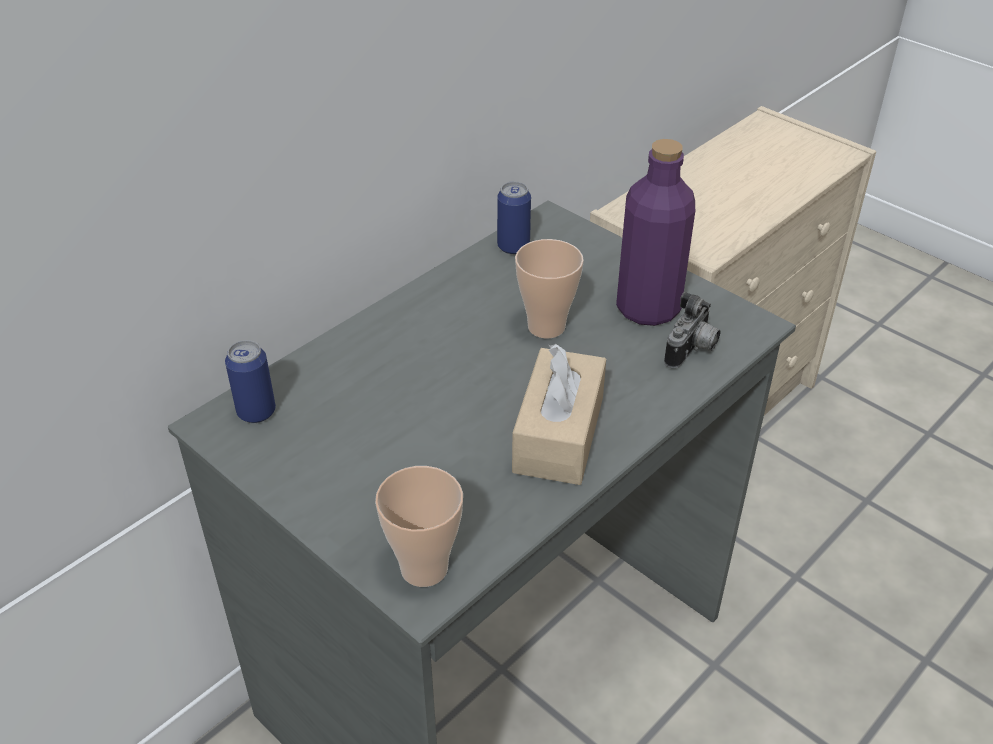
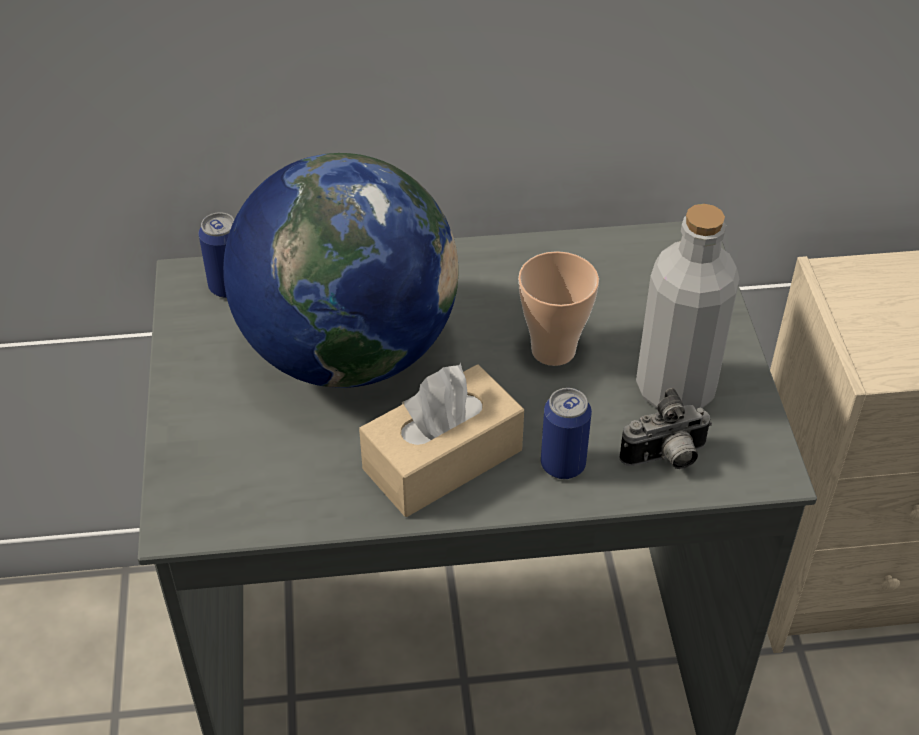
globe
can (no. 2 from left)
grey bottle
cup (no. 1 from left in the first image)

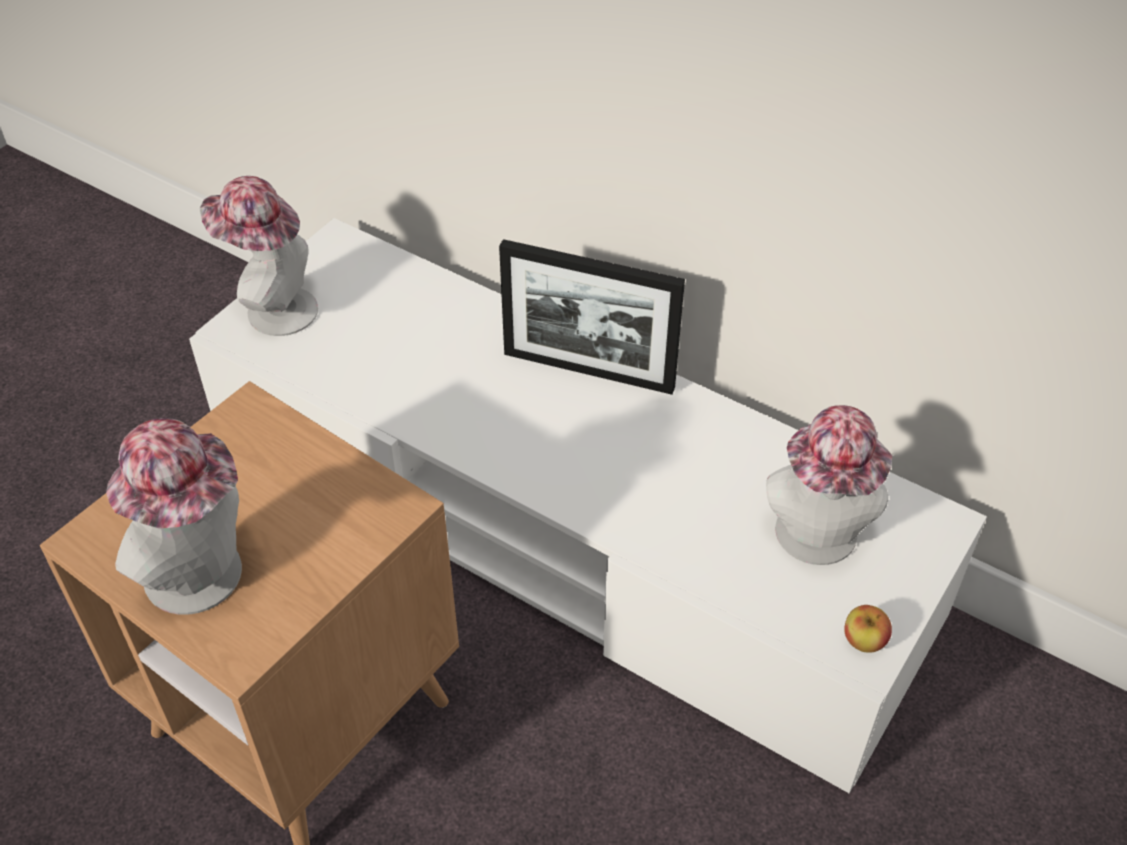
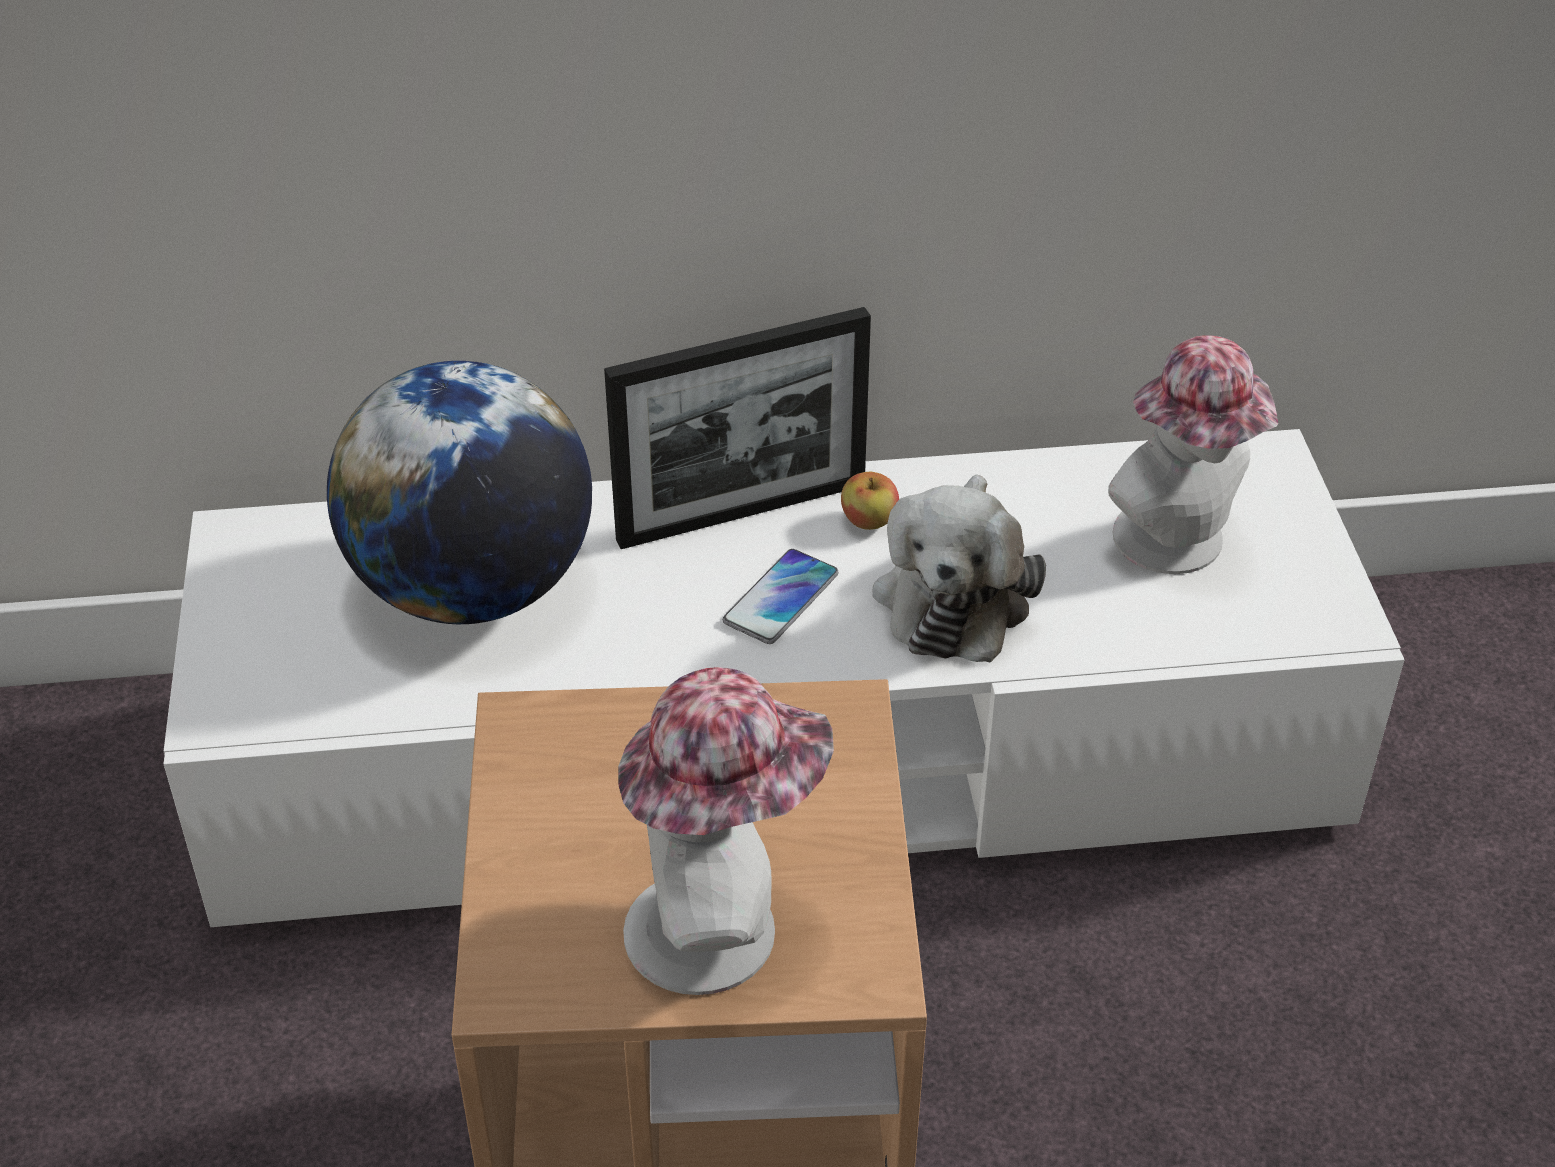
globe
phone
apple
plush toy
hat (no. 2 from left in the first image)

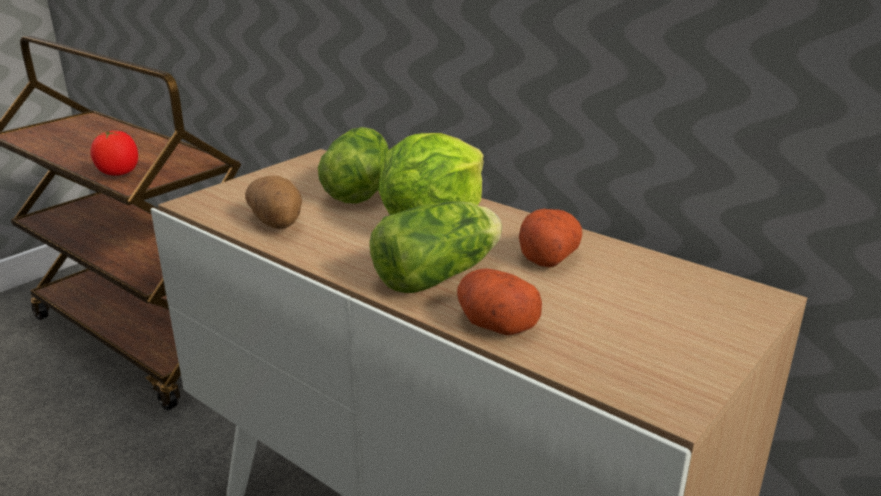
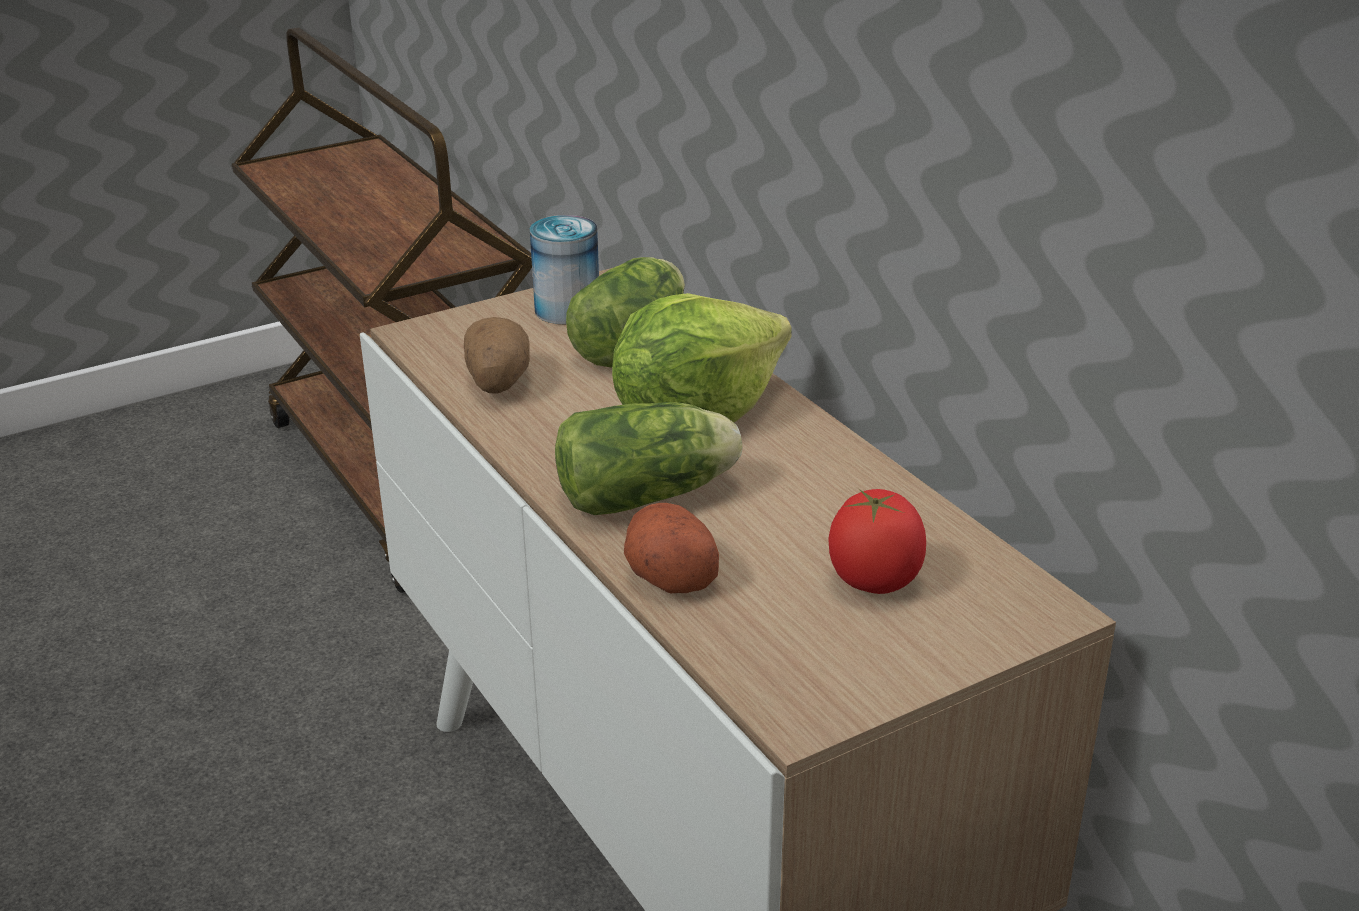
can
tomato
potato (no. 3 from left in the first image)

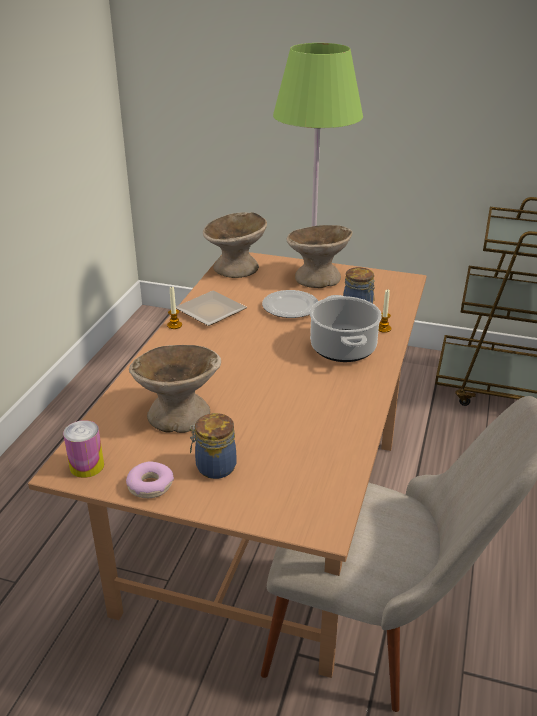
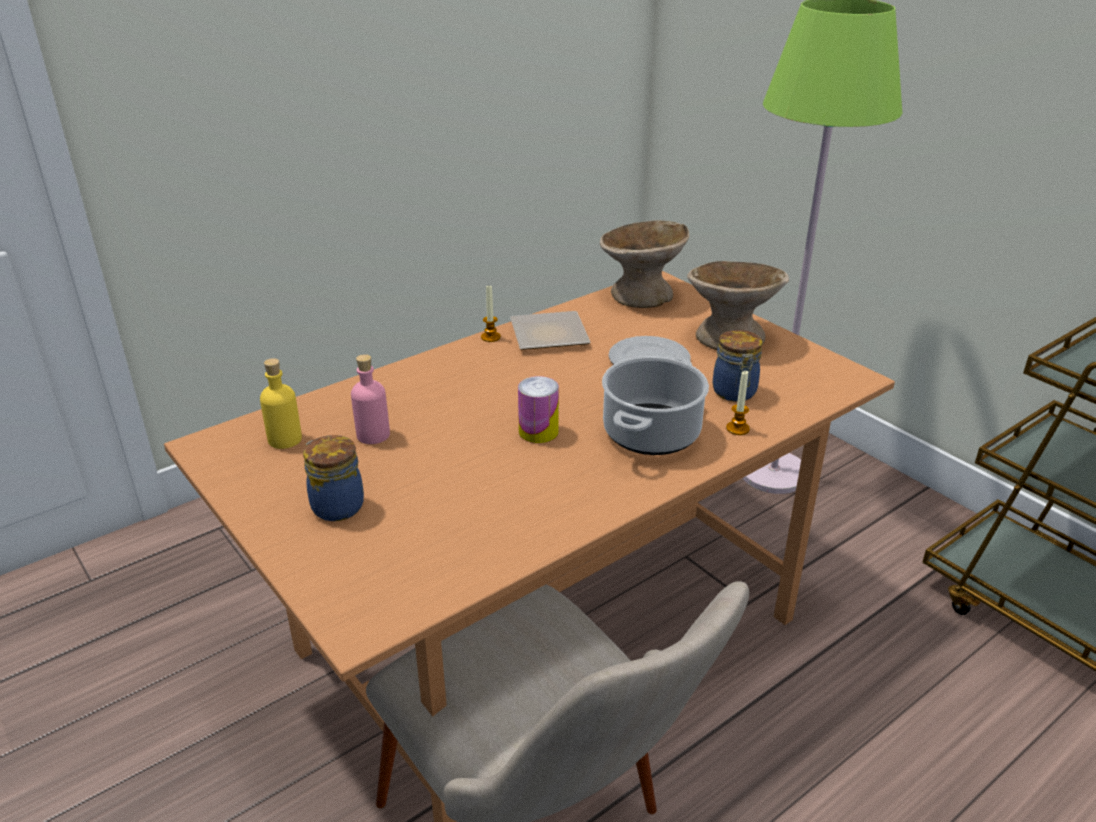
yellow bottle
pink bottle
can
donut

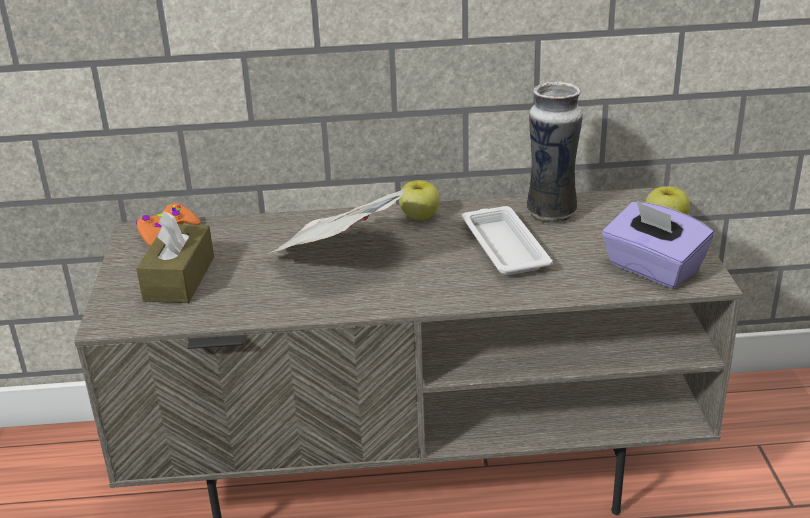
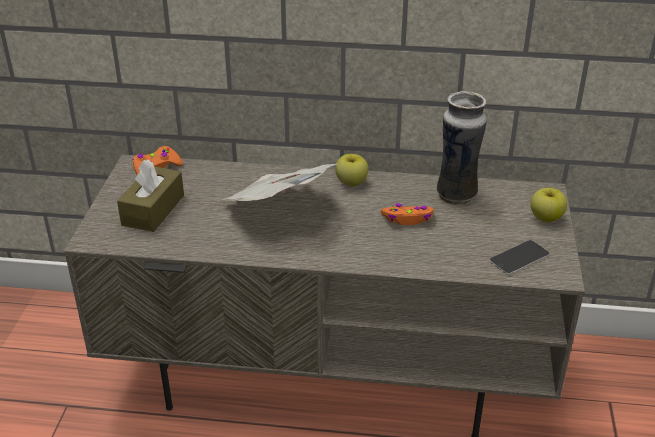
orange game controller (no. 2 from left)
phone

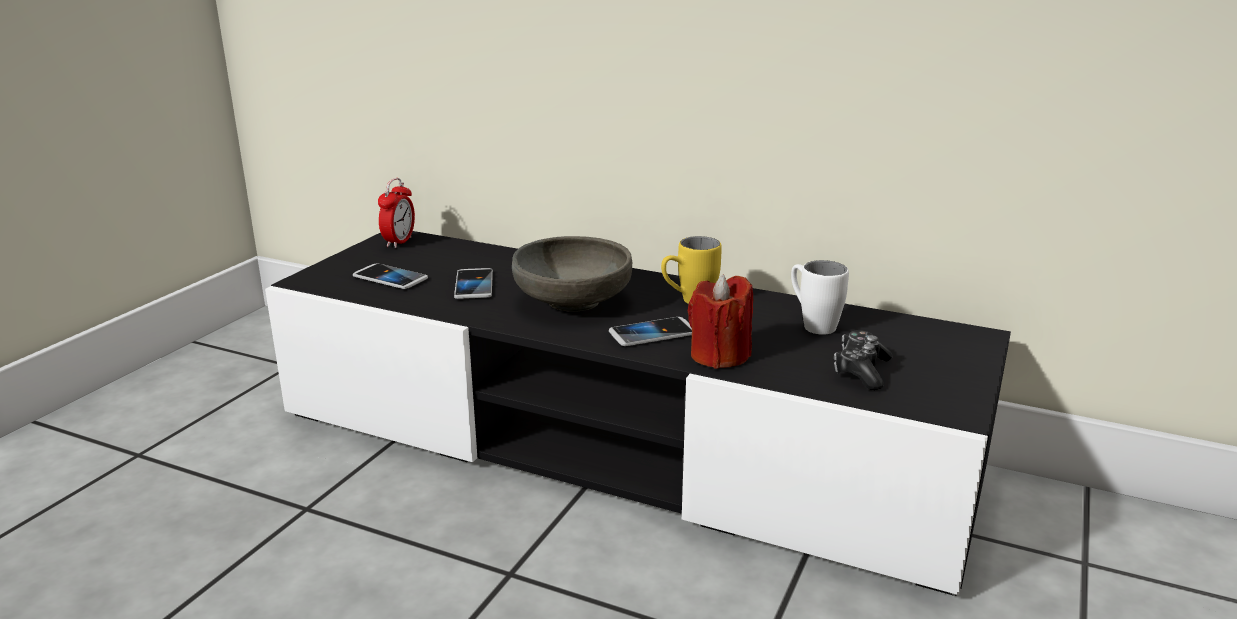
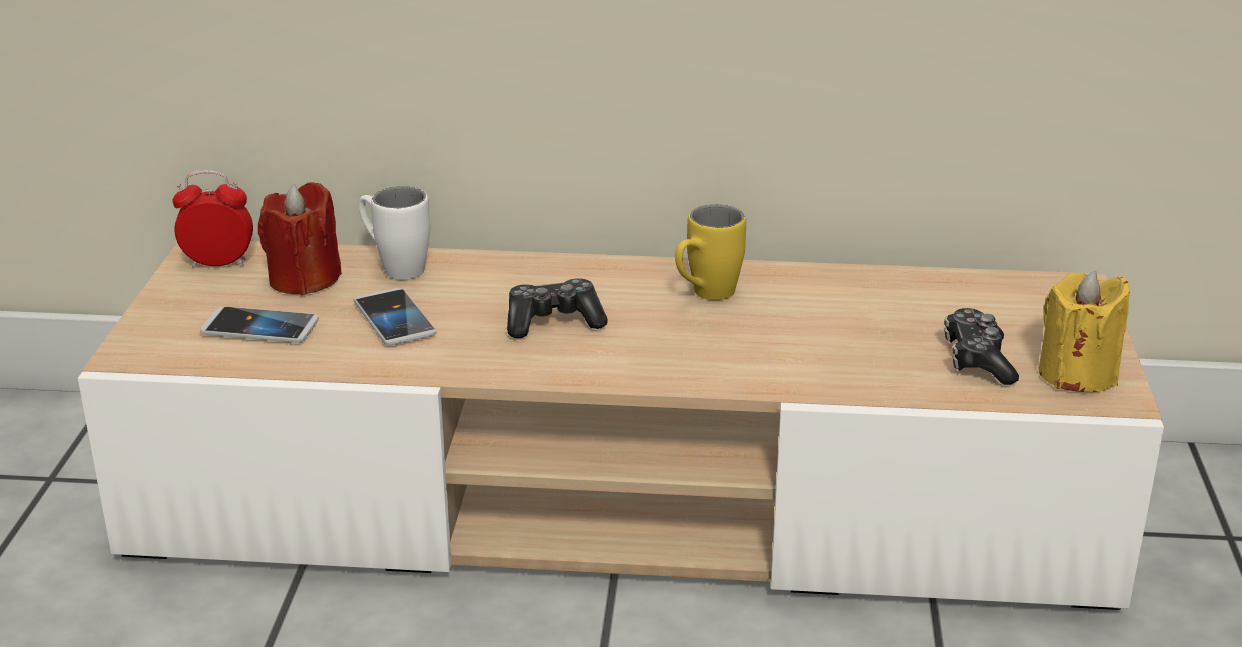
beige tv stand
alarm clock
red candle
white mug
game controller (no. 1 from left)
yellow candle
phone (no. 3 from left in the first image)

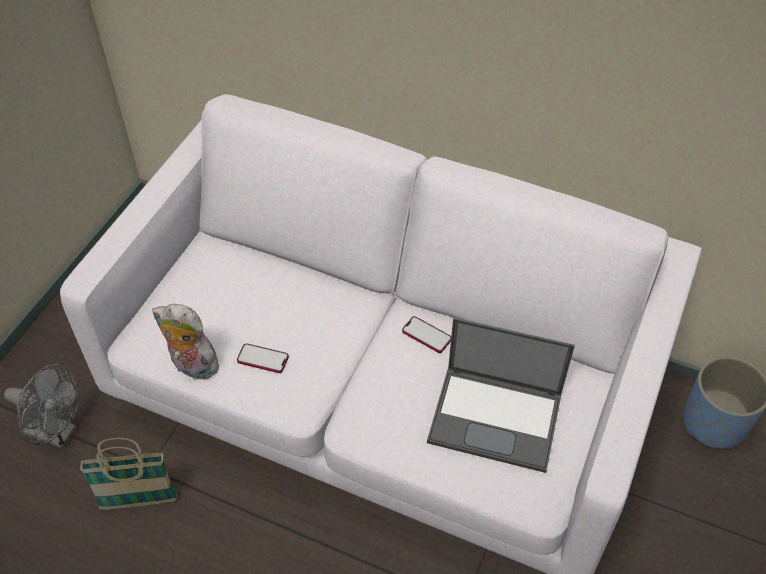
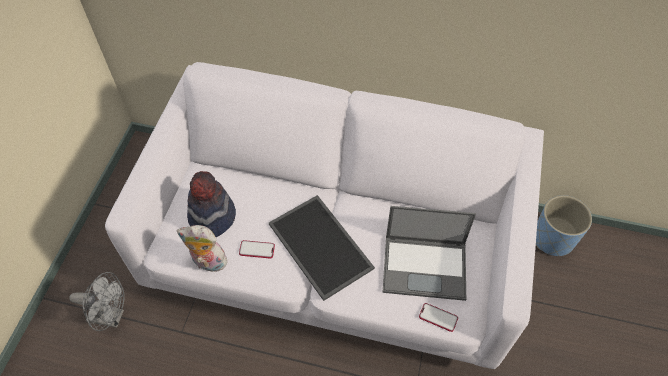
hat
tray
phone (no. 2 from left)
basket

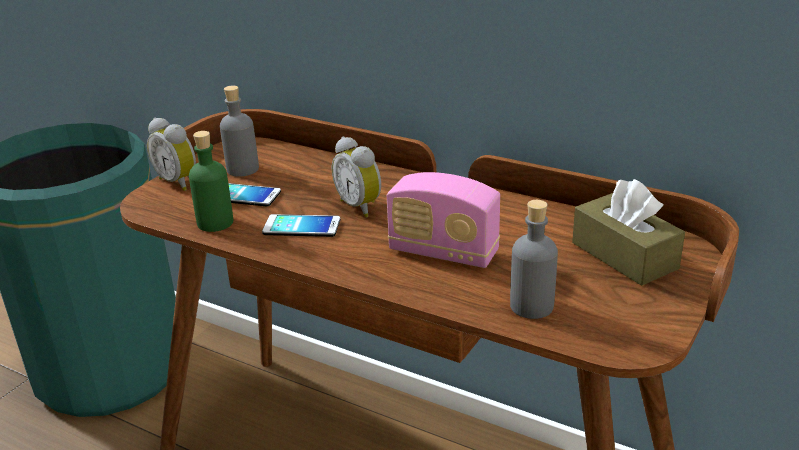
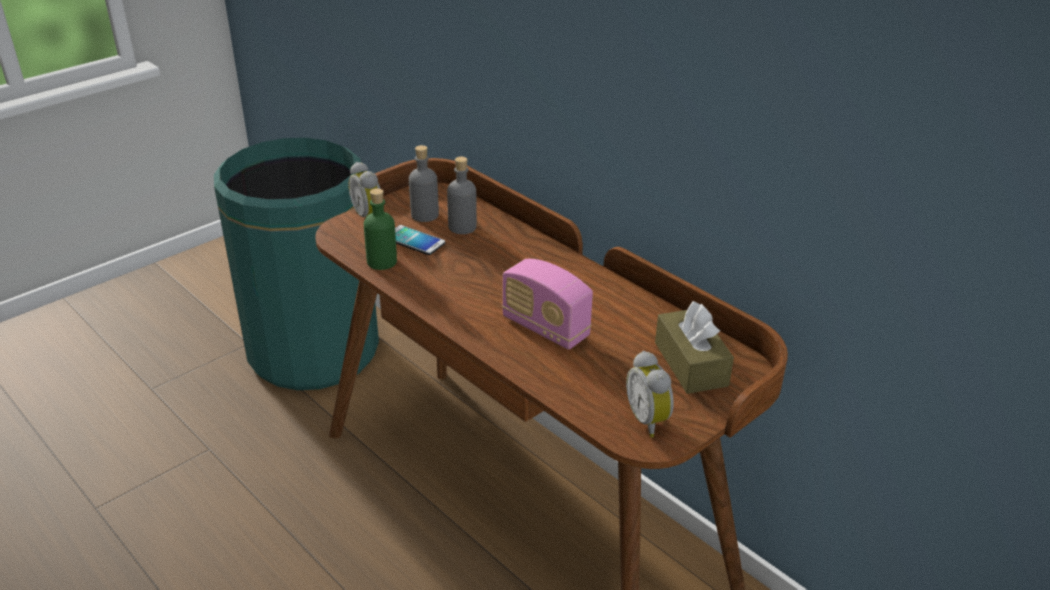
grey bottle (no. 2 from left)
alarm clock (no. 2 from left)
phone (no. 2 from left in the first image)

